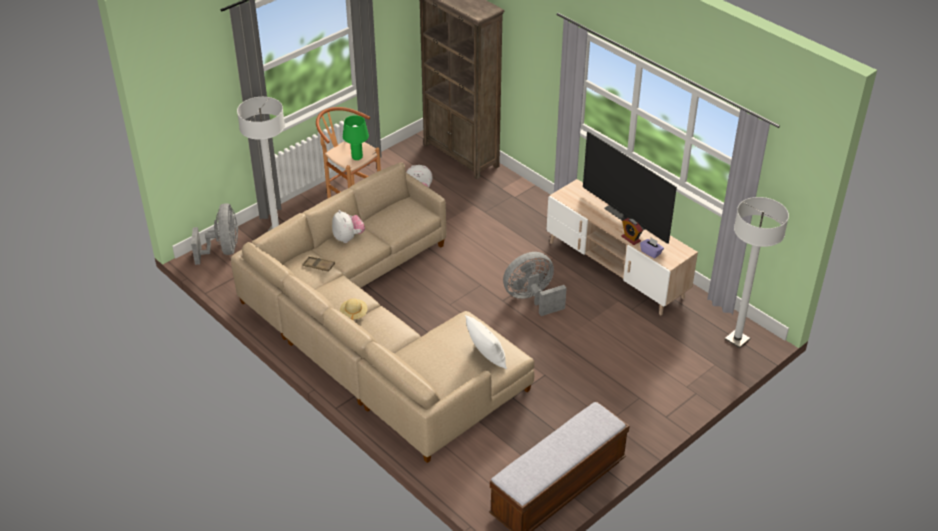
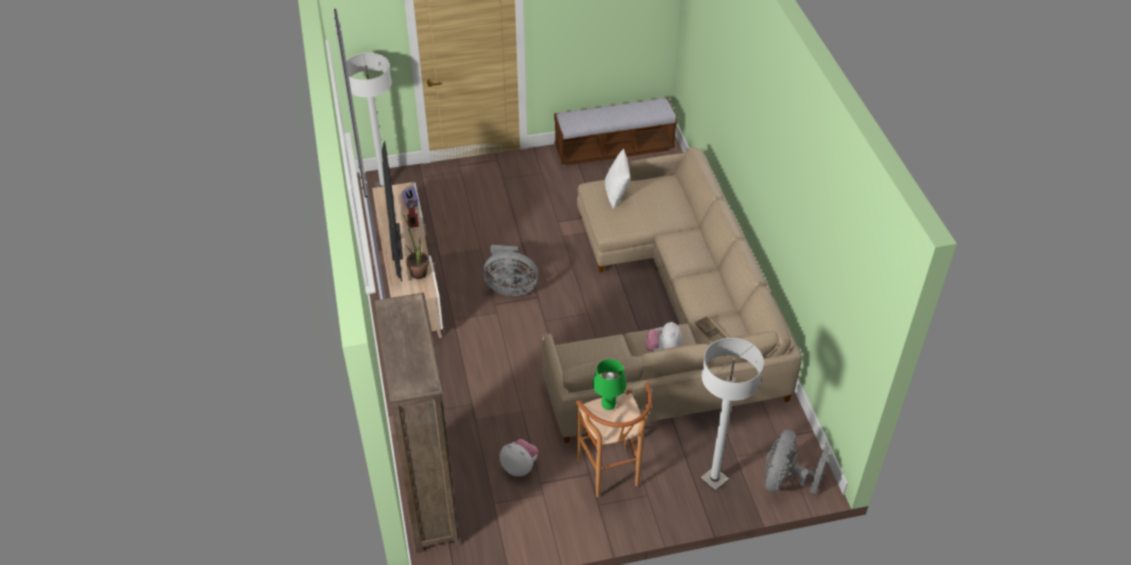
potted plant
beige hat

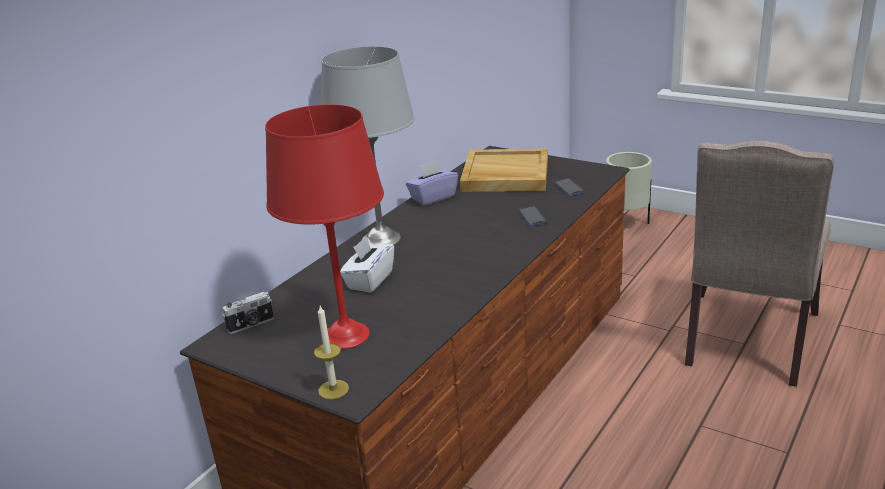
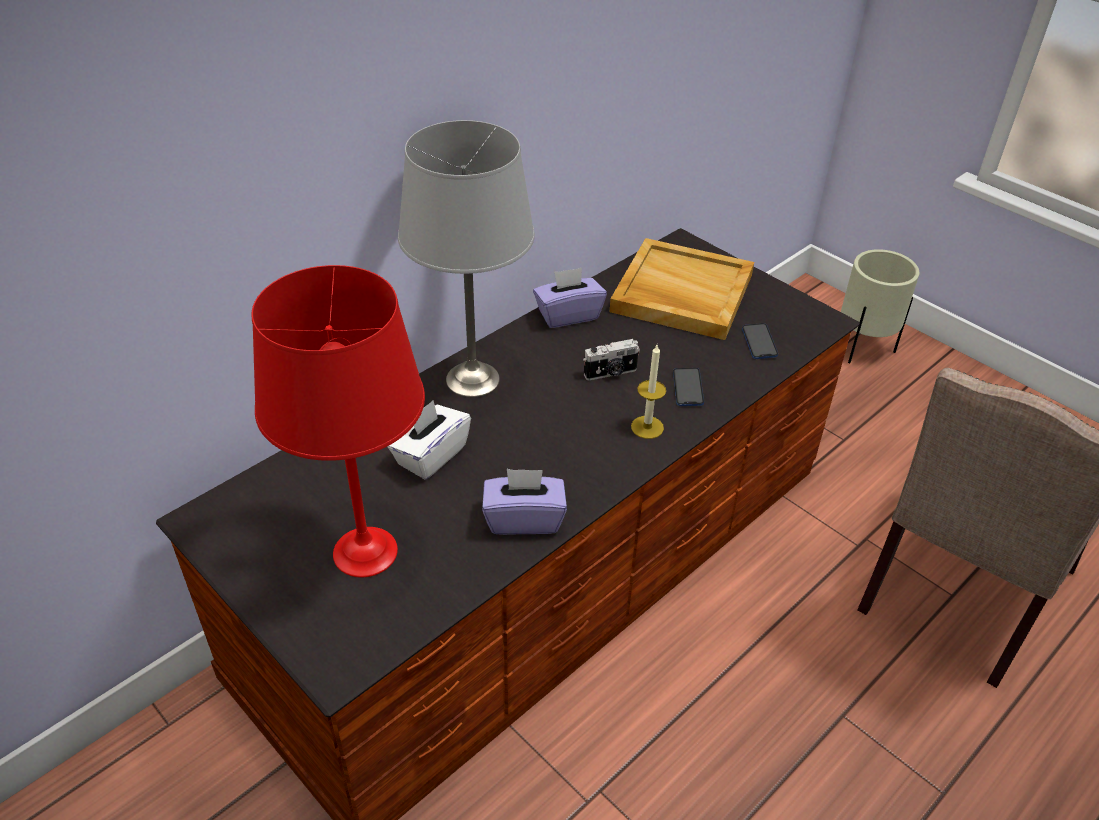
purple tissue box (no. 1 from left)
photo camera
candle

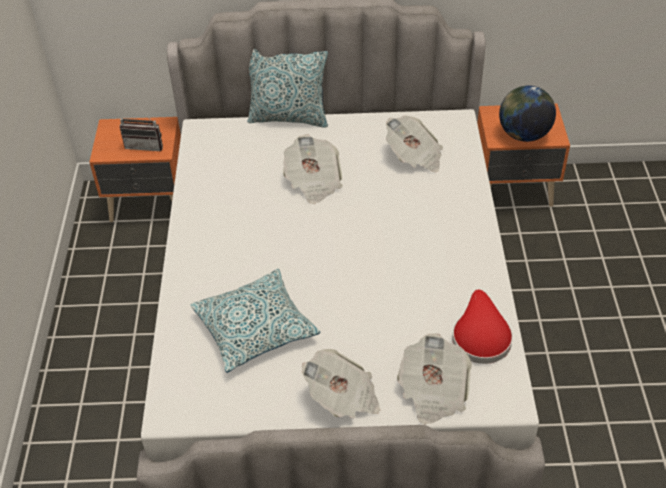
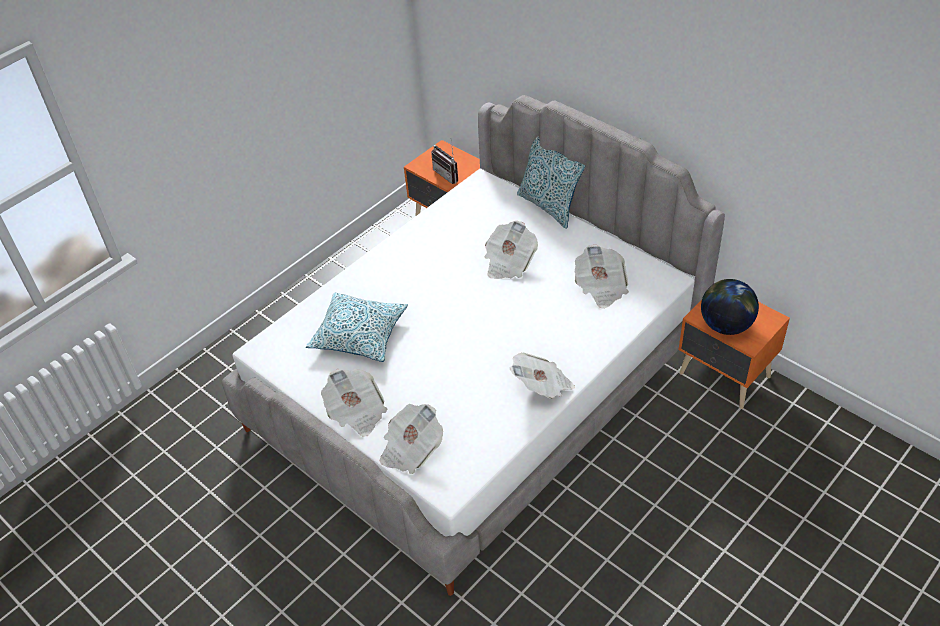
newspaper (no. 4 from left)
red hat

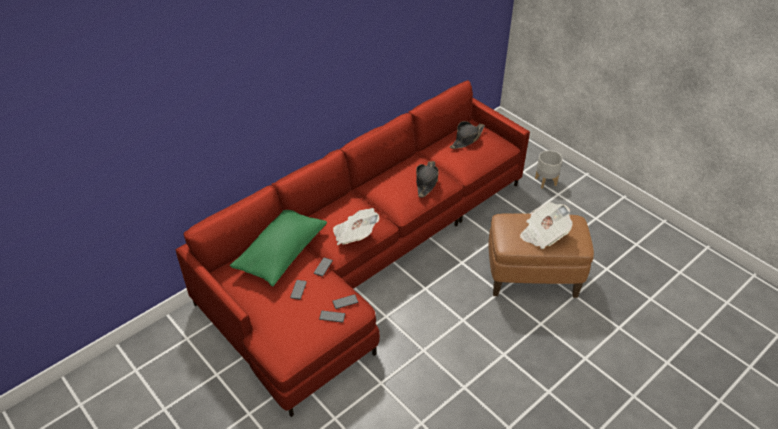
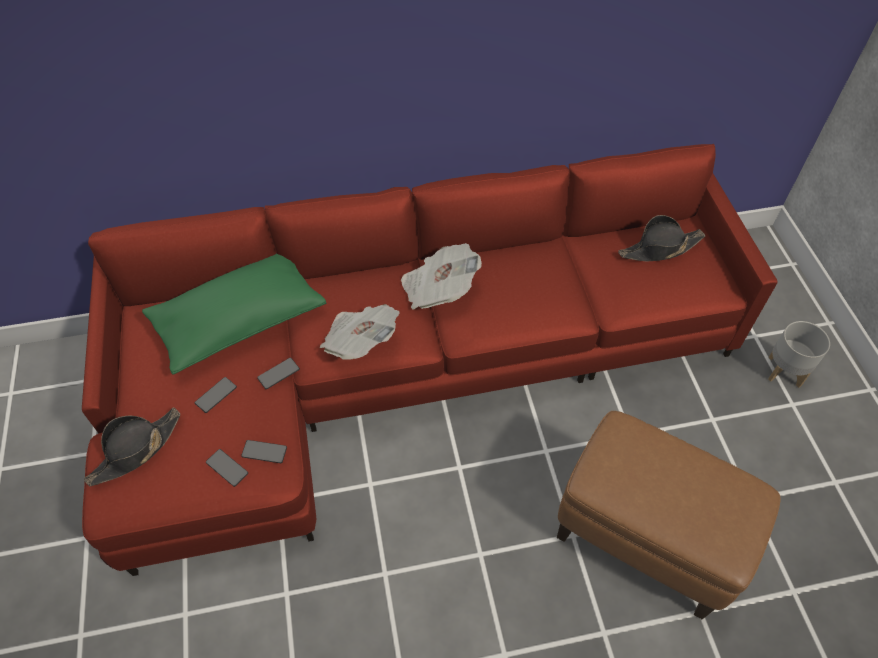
black hat (no. 1 from left)
newspaper (no. 2 from left)

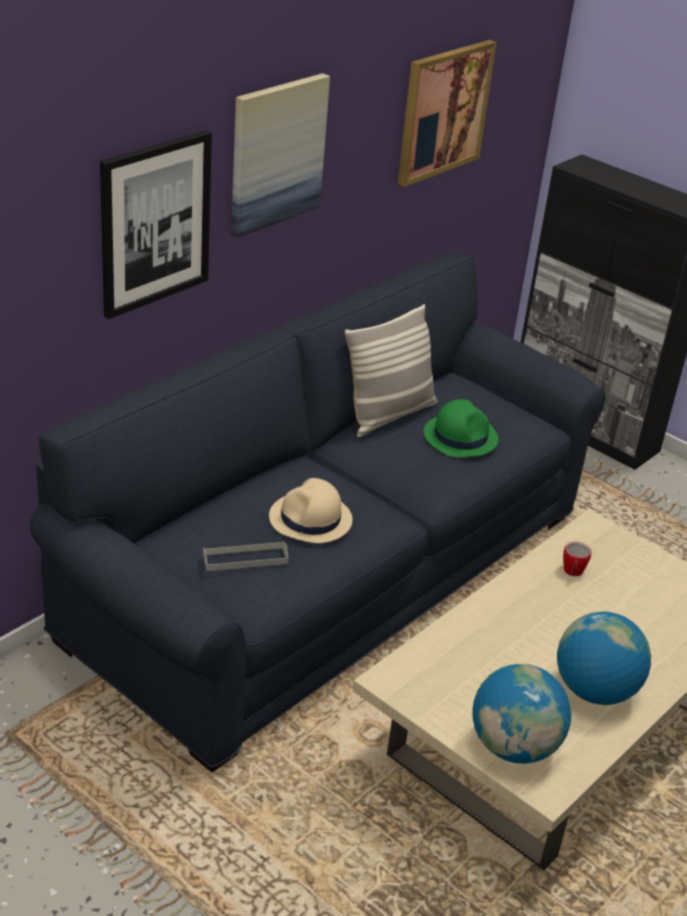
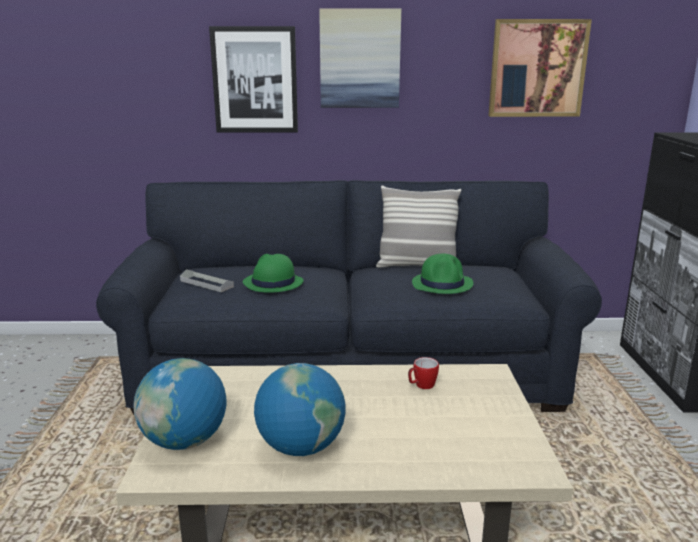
green hat (no. 1 from left)

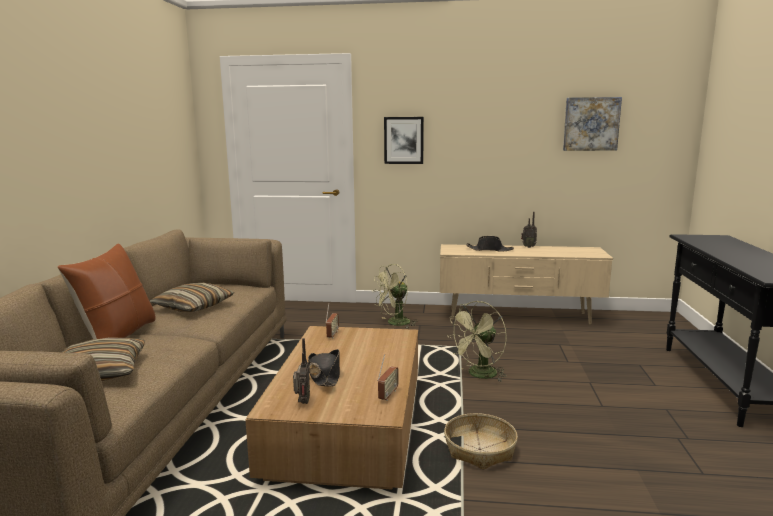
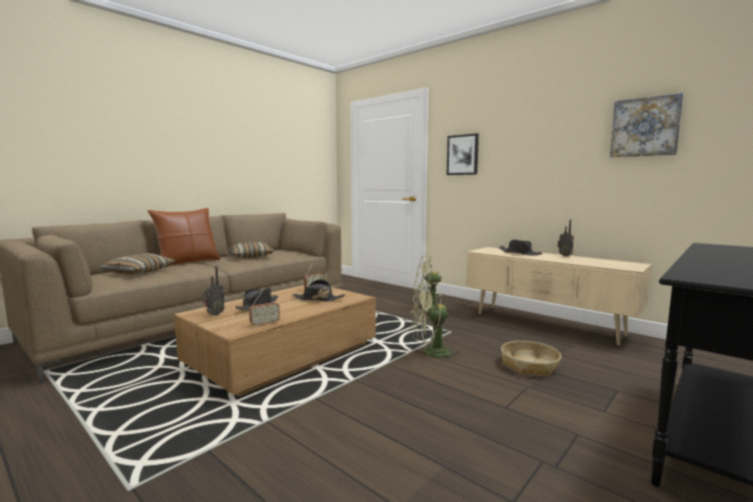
black hat (no. 2 from left)
basket

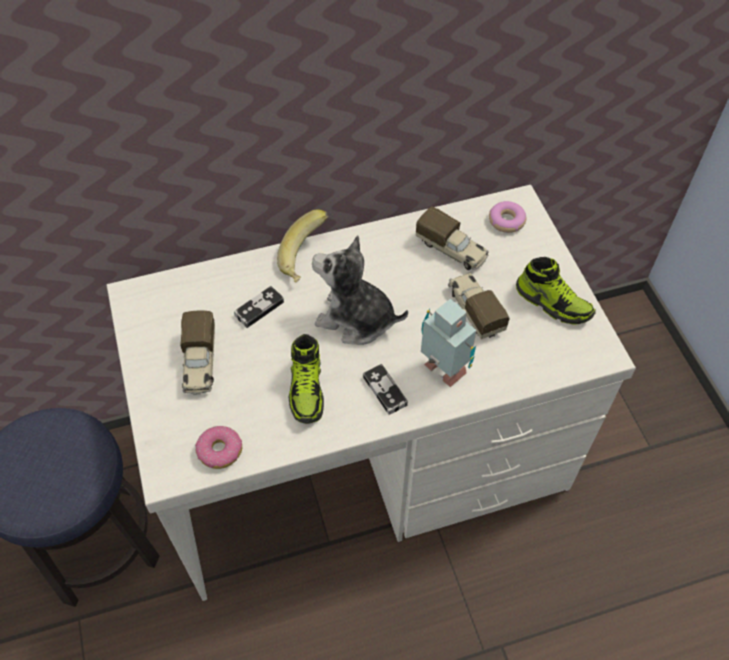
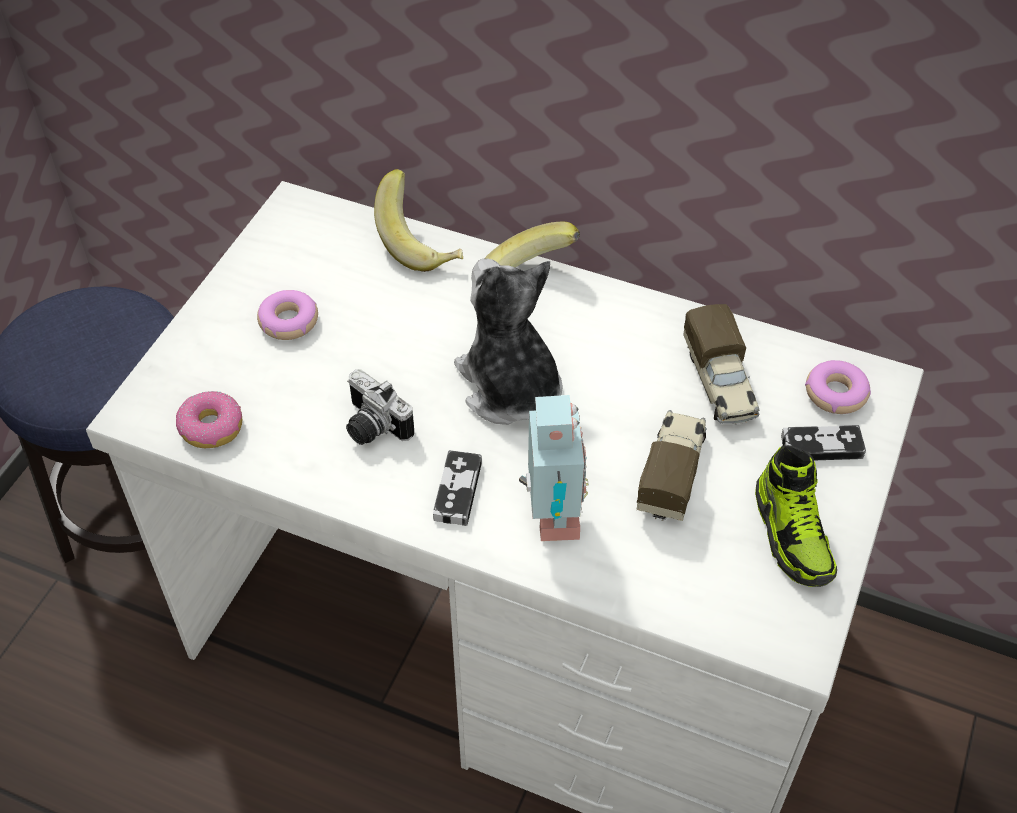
donut (no. 2 from left)
photo camera
banana (no. 1 from left)
game controller (no. 2 from left)

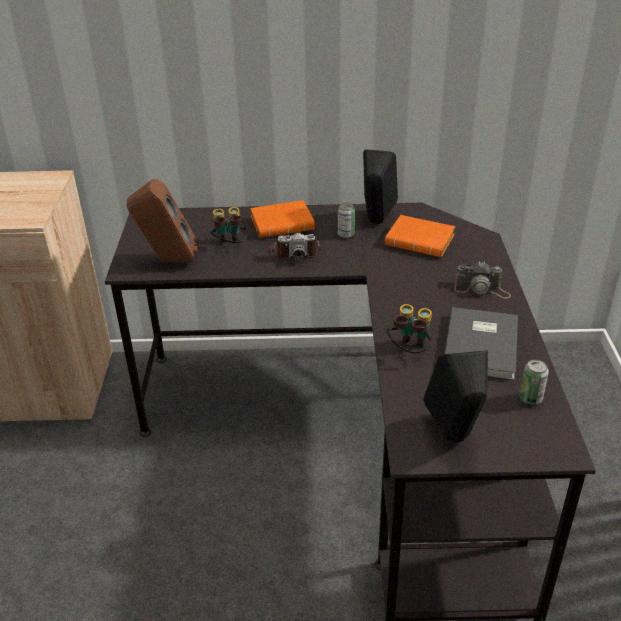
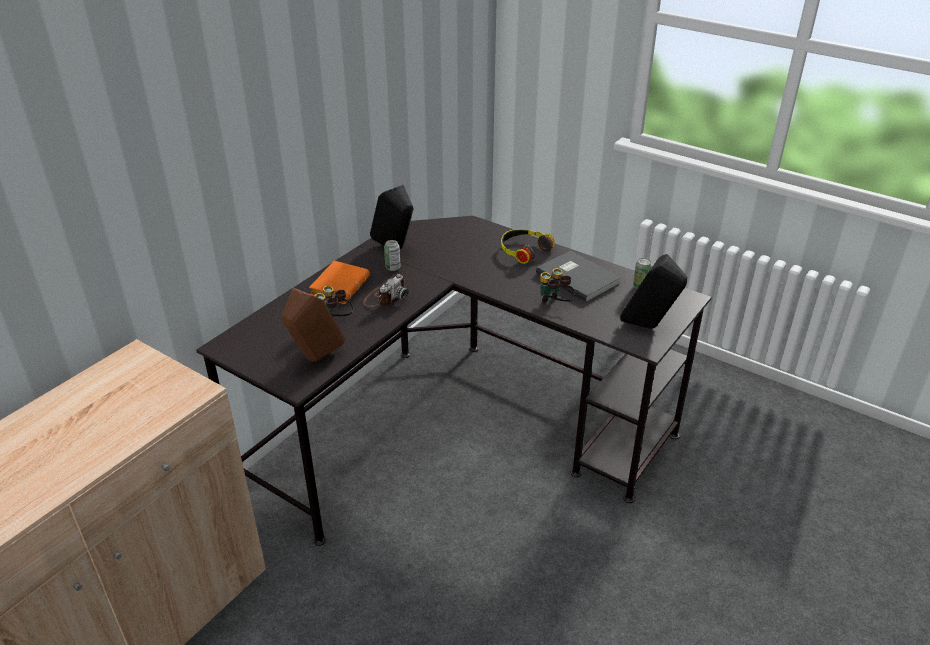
headphones
orange book (no. 2 from left in the first image)

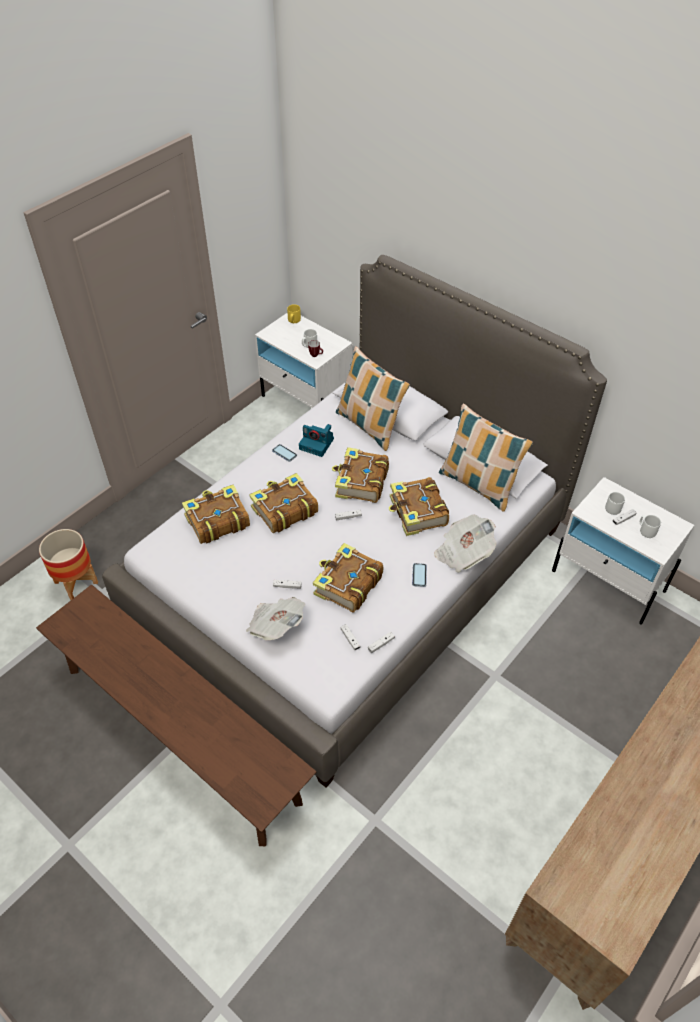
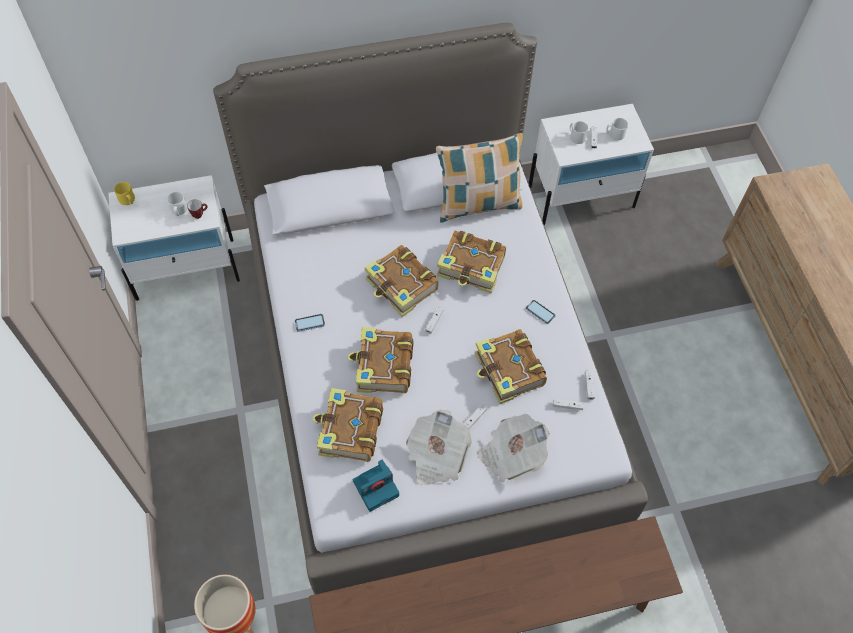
photo camera
newspaper (no. 1 from left)
pillow (no. 1 from left in the first image)

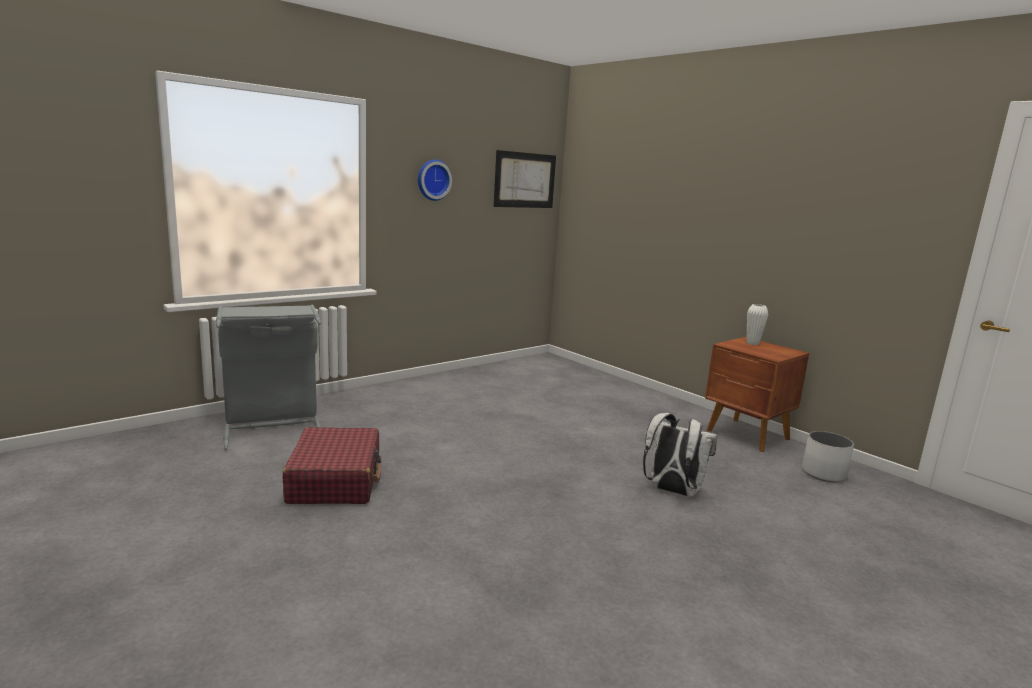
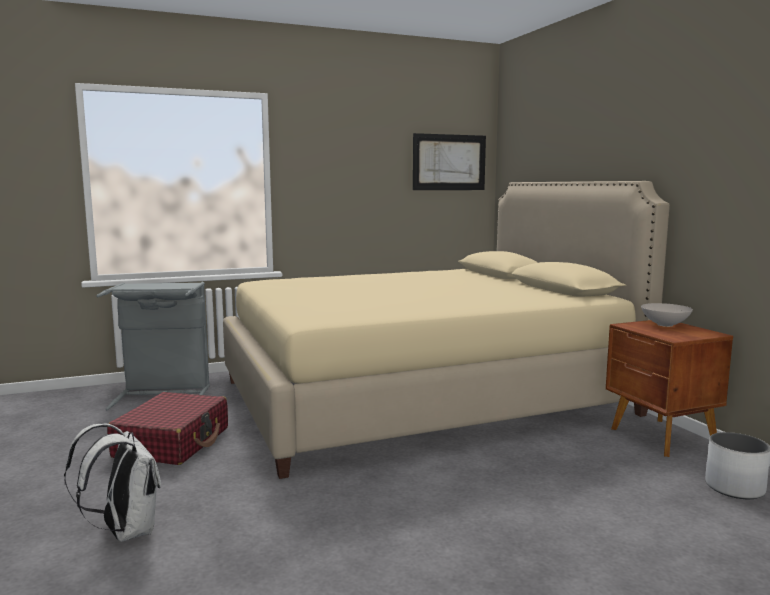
white backpack
beige bed
white bowl
wall clock

